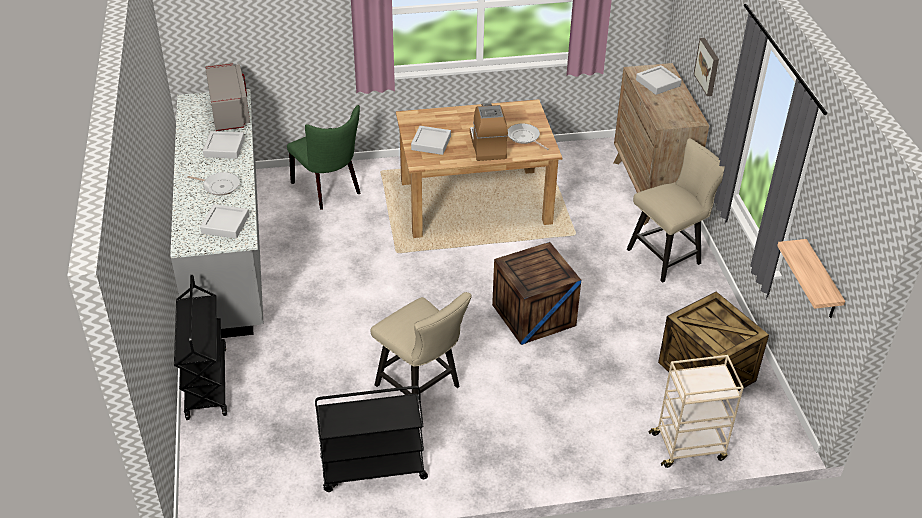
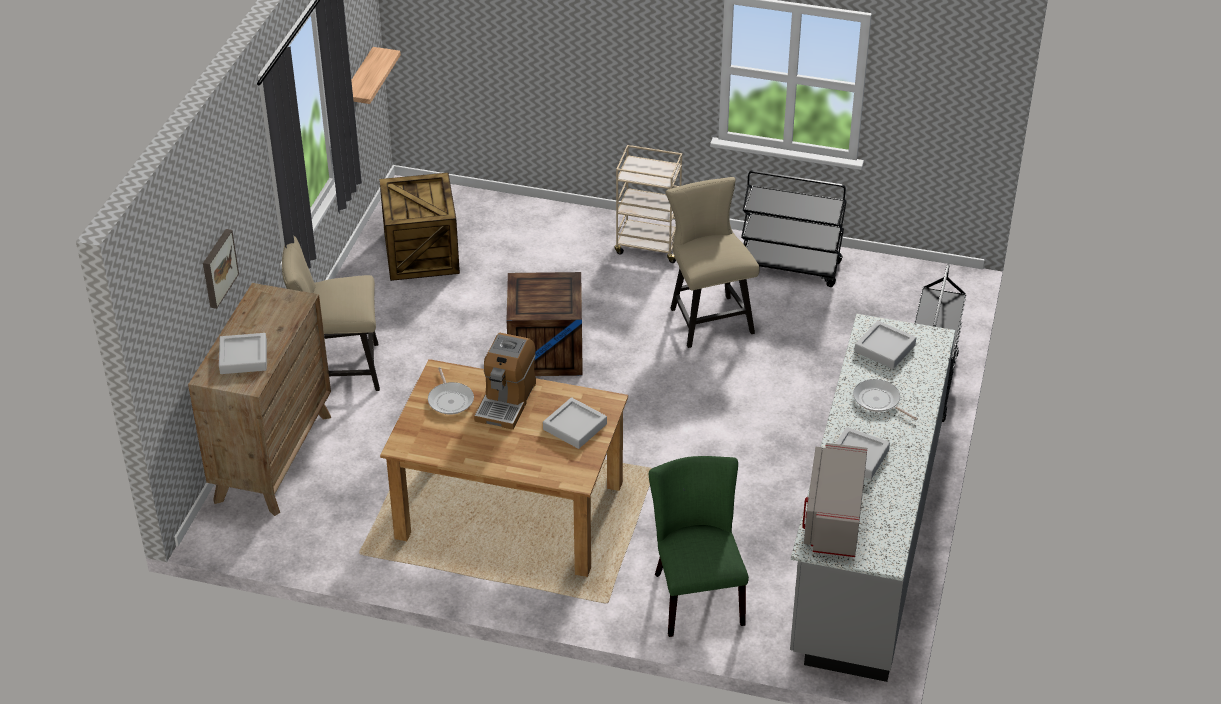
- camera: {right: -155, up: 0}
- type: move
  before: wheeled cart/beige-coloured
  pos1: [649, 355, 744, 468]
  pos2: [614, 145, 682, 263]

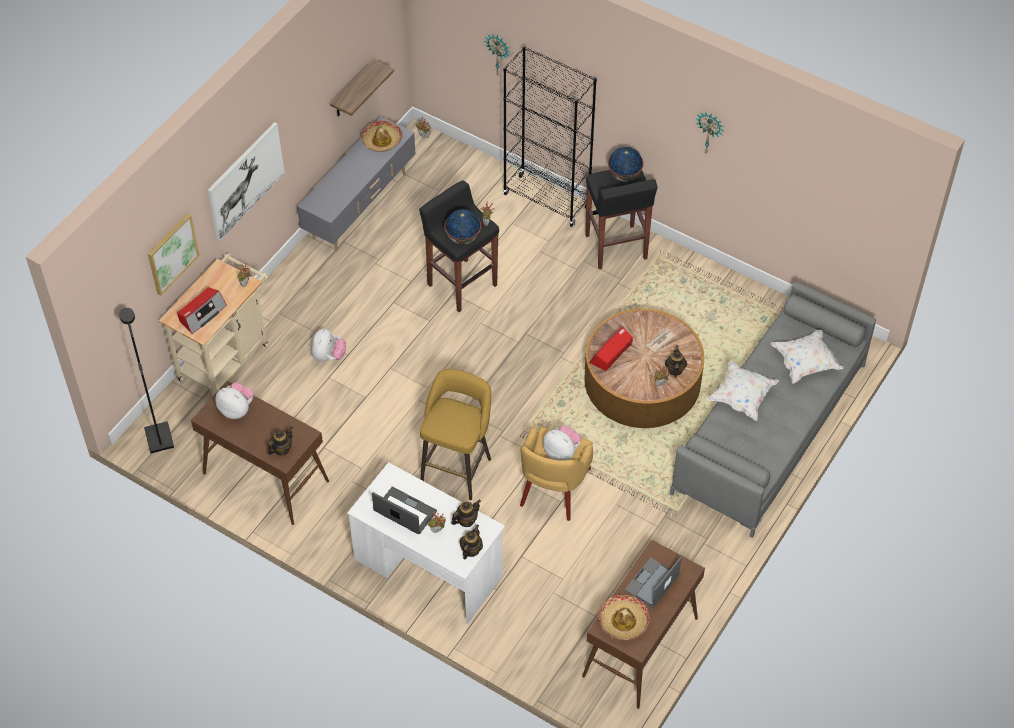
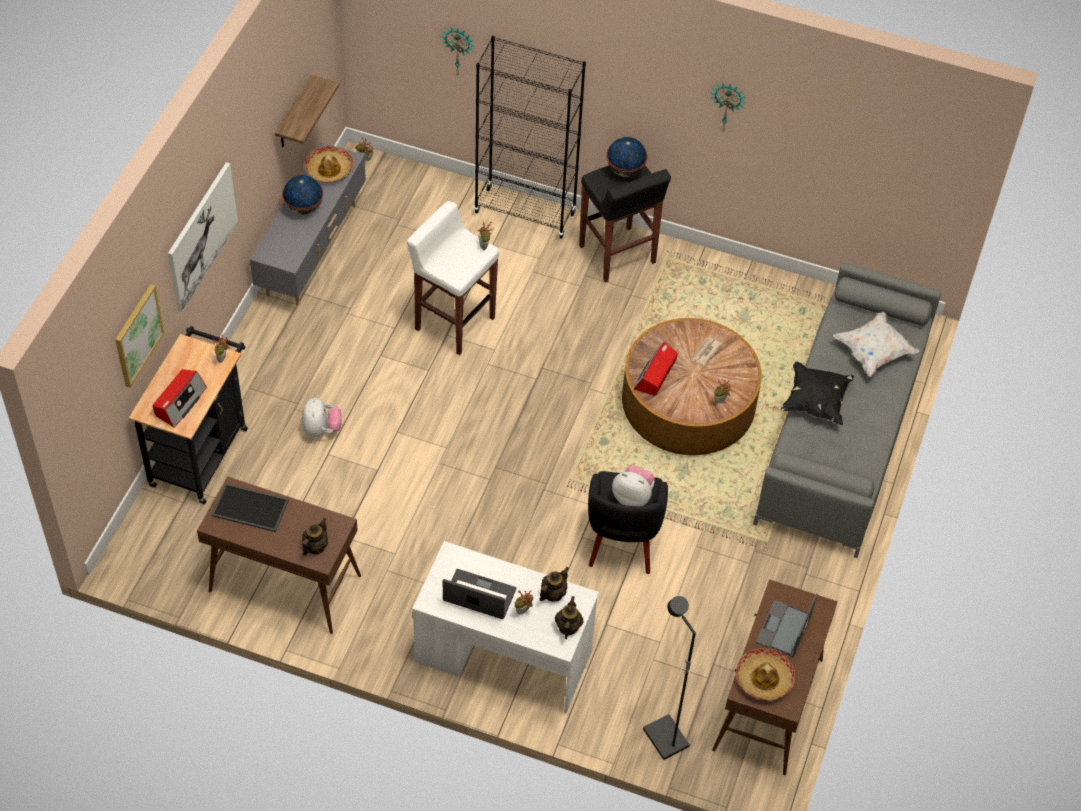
- camera: {right: -15, up: 0}
- type: delete
  before: stool seat/yellow-coloured
  pos1: [420, 369, 491, 500]
- type: delete
  before: teapot
  pos1: [665, 345, 687, 378]
- type: move
  before: standing lamp/black
  pos1: [119, 308, 174, 453]
  pos2: [643, 596, 696, 760]
- type: move
  before: desk globe
  pos1: [444, 209, 481, 244]
  pos2: [282, 175, 323, 215]
- type: replace
  before: cuddly toy
  after: tray
  pos1: [215, 382, 254, 419]
  pos2: [212, 483, 289, 532]
- type: recolor
  before: wheeled cart/beige-coloured
  after: wheeled cart/black
  pos1: [159, 254, 269, 395]
  pos2: [129, 326, 248, 504]
- type: recolor
  before: stool seat/black
  after: stool seat/whitish
  pos1: [419, 180, 499, 312]
  pos2: [407, 201, 499, 355]
- type: recolor
  before: armchair/yellow-coloured
  after: armchair/black
  pos1: [520, 427, 593, 521]
  pos2: [588, 471, 668, 574]
- type: recolor
  before: pillow/whitish
  after: pillow/black
  pos1: [707, 361, 779, 421]
  pos2: [781, 362, 854, 425]

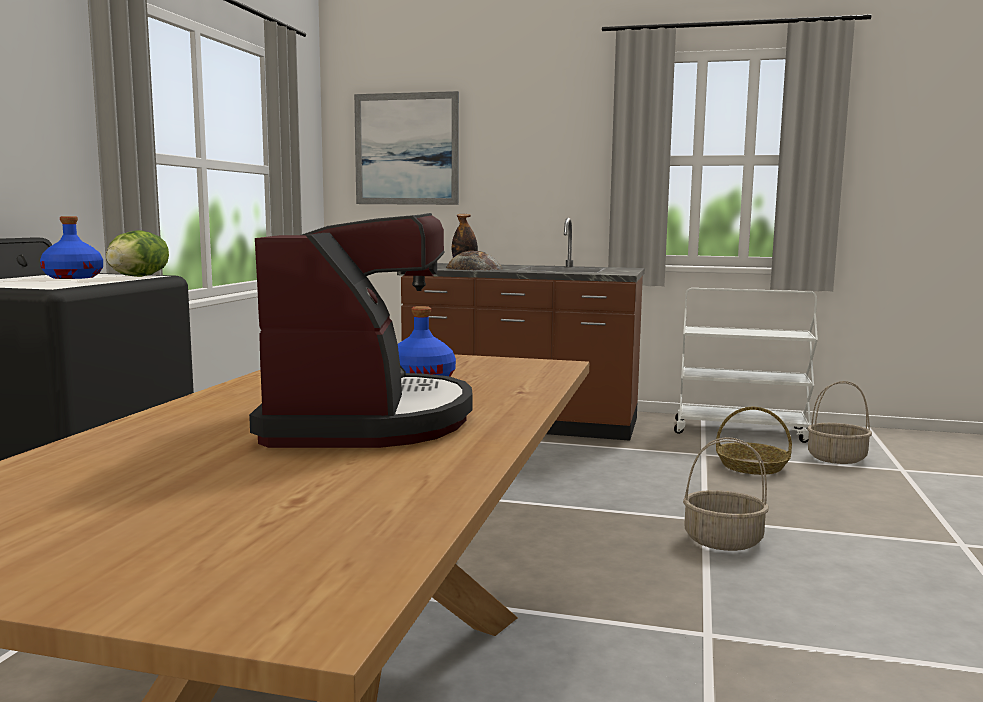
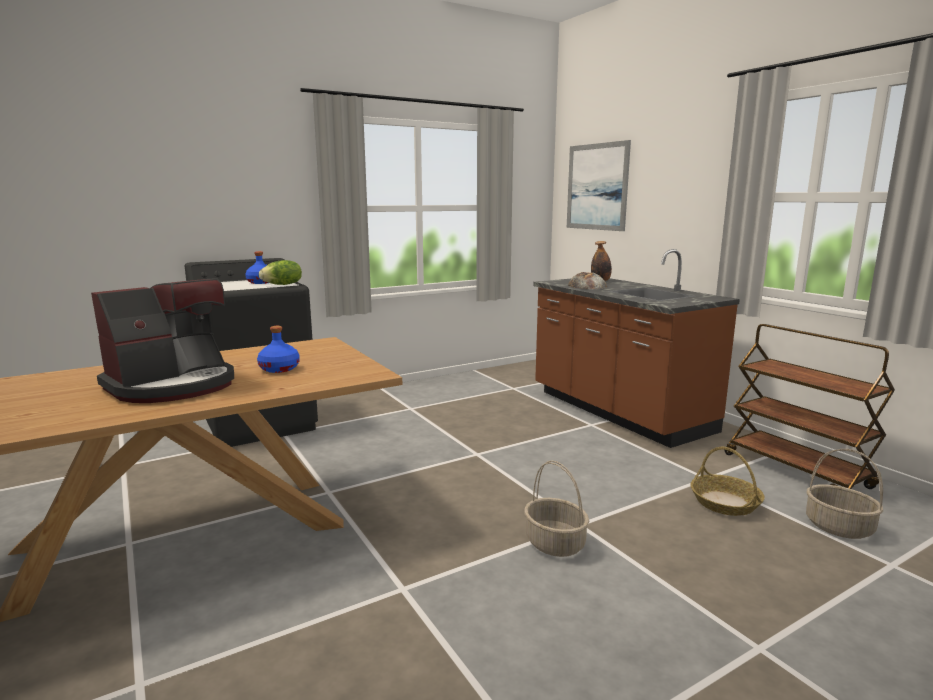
- camera: {right: 45, up: 5}
- type: recolor
  before: wheeled cart/whitish
  after: wheeled cart/brown
  pos1: [674, 288, 818, 443]
  pos2: [724, 324, 895, 489]

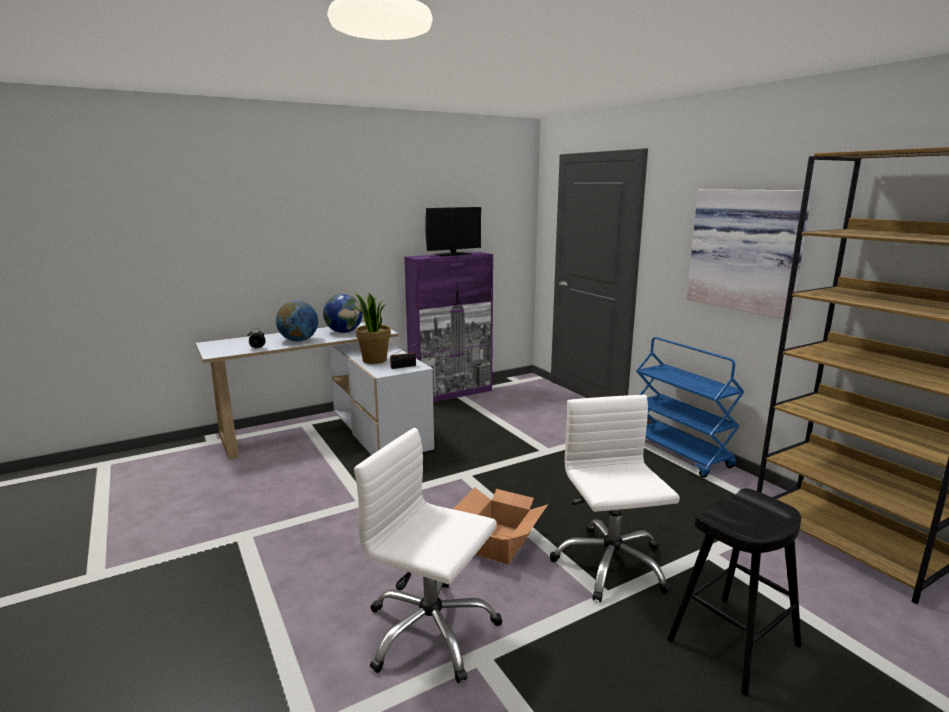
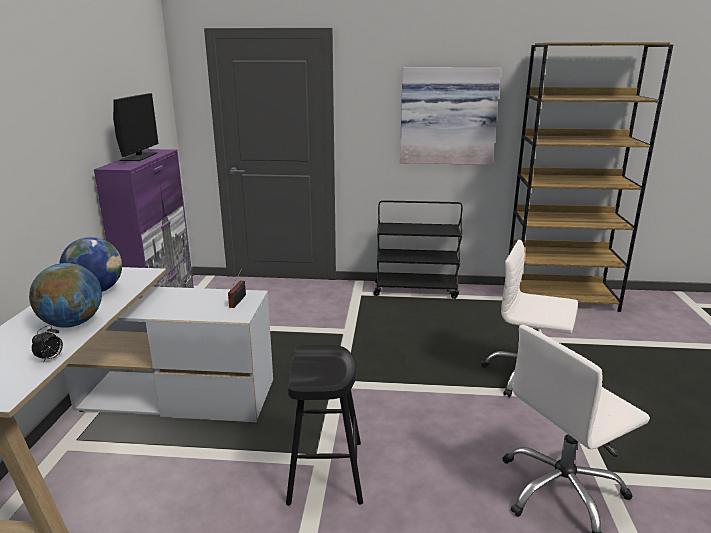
- camera: {right: -55, up: 5}
- type: delete
  before: houseplant
  pos1: [351, 292, 391, 364]
- type: delete
  before: packing box
  pos1: [454, 487, 548, 565]
- type: move
  before: stool seat/black
  pos1: [667, 488, 801, 696]
  pos2: [286, 345, 363, 506]
- type: recolor
  before: wheeled cart/blue-coloured
  after: wheeled cart/black
  pos1: [636, 337, 745, 478]
  pos2: [373, 200, 463, 299]

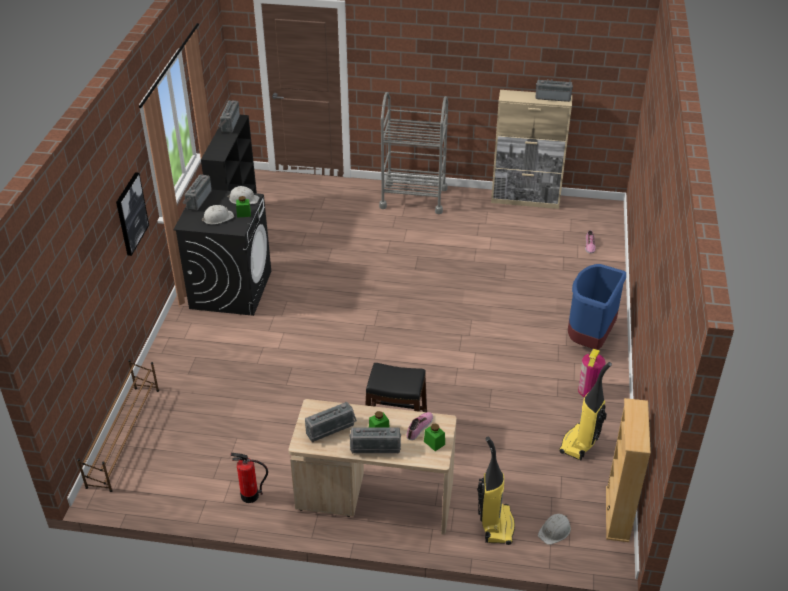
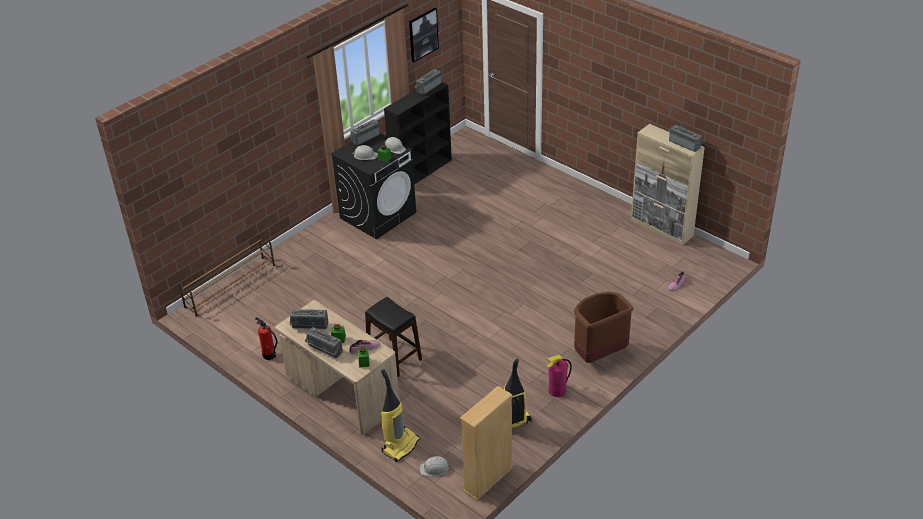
- camera: {right: 35, up: 0}
- type: delete
  before: wheeled cart/gray
  pos1: [379, 92, 448, 214]
- type: move
  before: wall picture
  pos1: [116, 172, 149, 256]
  pos2: [409, 8, 439, 62]
- type: recolor
  before: trash can/blue-coloured
  after: trash can/brown
  pos1: [568, 264, 626, 350]
  pos2: [574, 292, 634, 363]

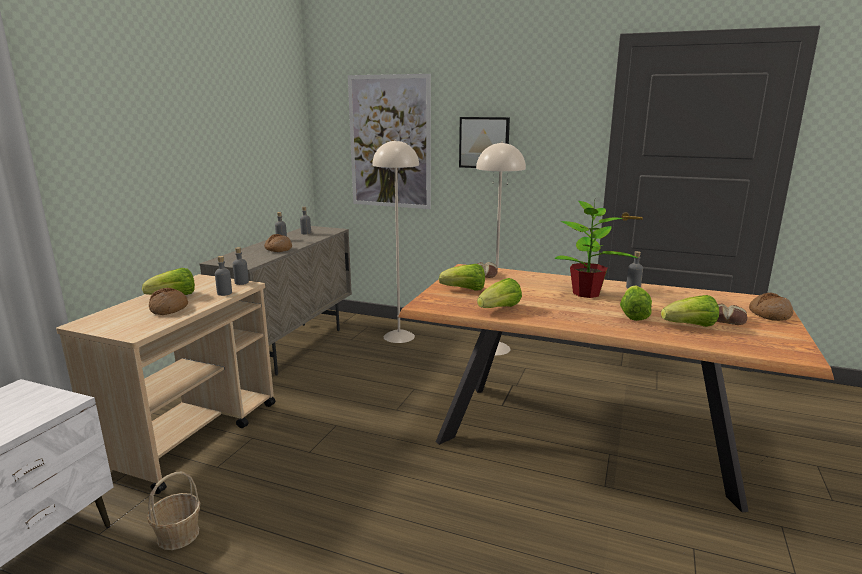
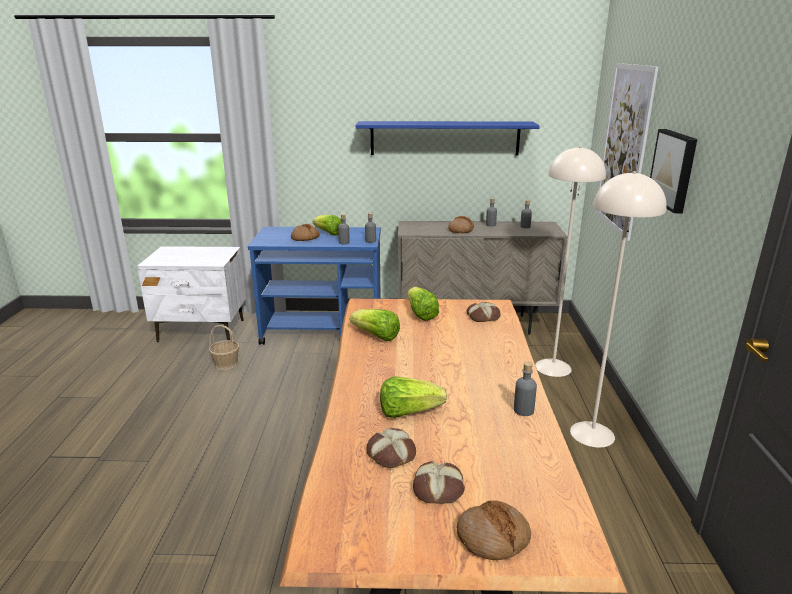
- camera: {right: 70, up: 5}
- type: delete
  before: houseplant
  pos1: [555, 201, 637, 298]
- type: insert
  after: wall shelf/blue-coloured
  pos2: [356, 121, 540, 155]
- type: replace
  before: lettuce
  after: baked bread
  pos1: [661, 295, 719, 327]
  pos2: [366, 428, 416, 468]
- type: recolor
  before: wheeled cart/beige-coloured
  after: wheeled cart/blue-coloured
  pos1: [56, 274, 276, 494]
  pos2: [248, 227, 381, 345]

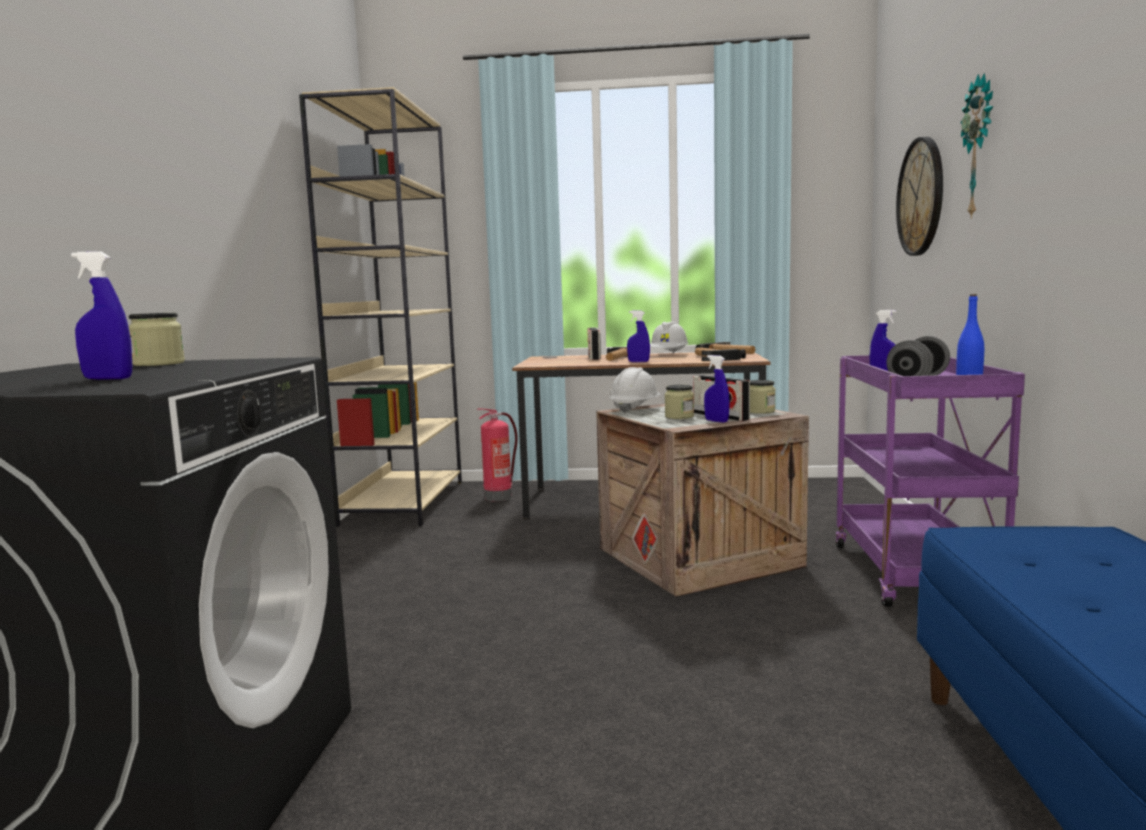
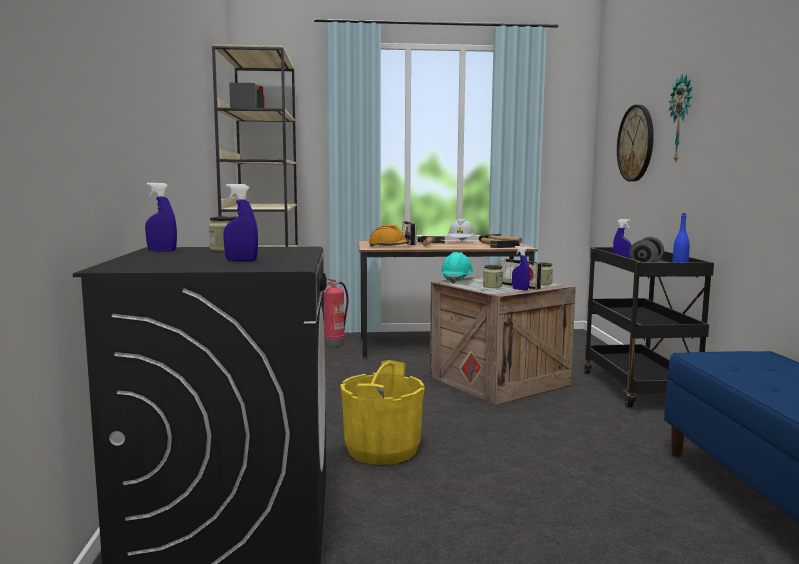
- camera: {right: -10, up: 0}
- type: insert
  after: bucket/yellow-coloured
  pos2: [340, 360, 425, 465]
- type: insert
  after: hard hat/orangey
  pos2: [369, 225, 412, 247]
- type: move
  before: sprayer/blue-coloured
  pos1: [627, 311, 650, 362]
  pos2: [145, 182, 177, 252]
- type: recolor
  before: hard hat/whitish
  after: hard hat/turquoise
  pos1: [609, 367, 660, 414]
  pos2: [440, 252, 474, 284]
- type: recolor
  before: wheeled cart/purple
  after: wheeled cart/black
  pos1: [835, 355, 1025, 607]
  pos2: [584, 247, 714, 407]

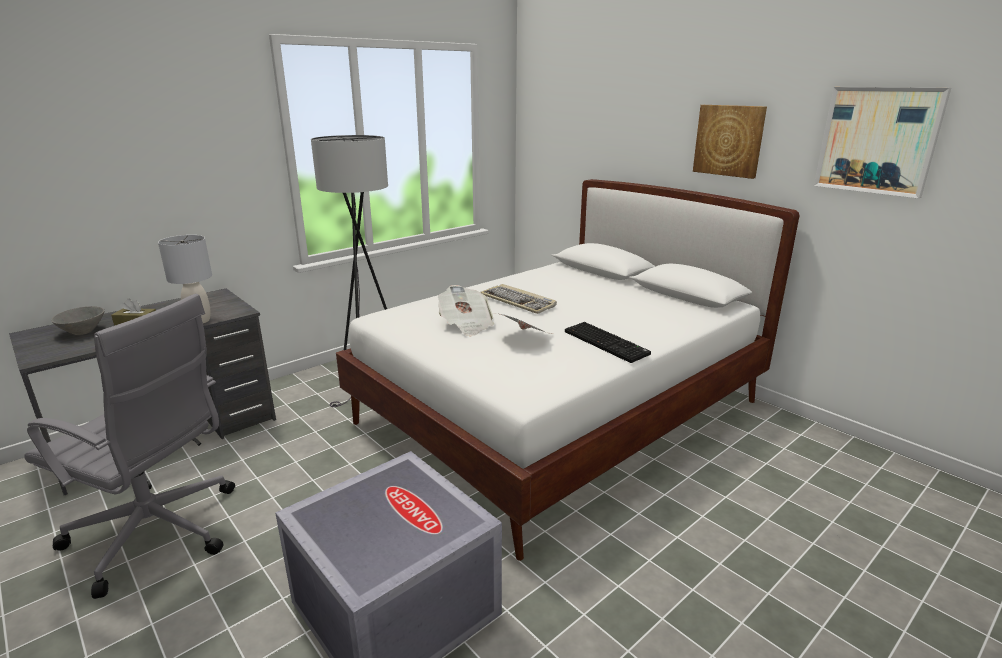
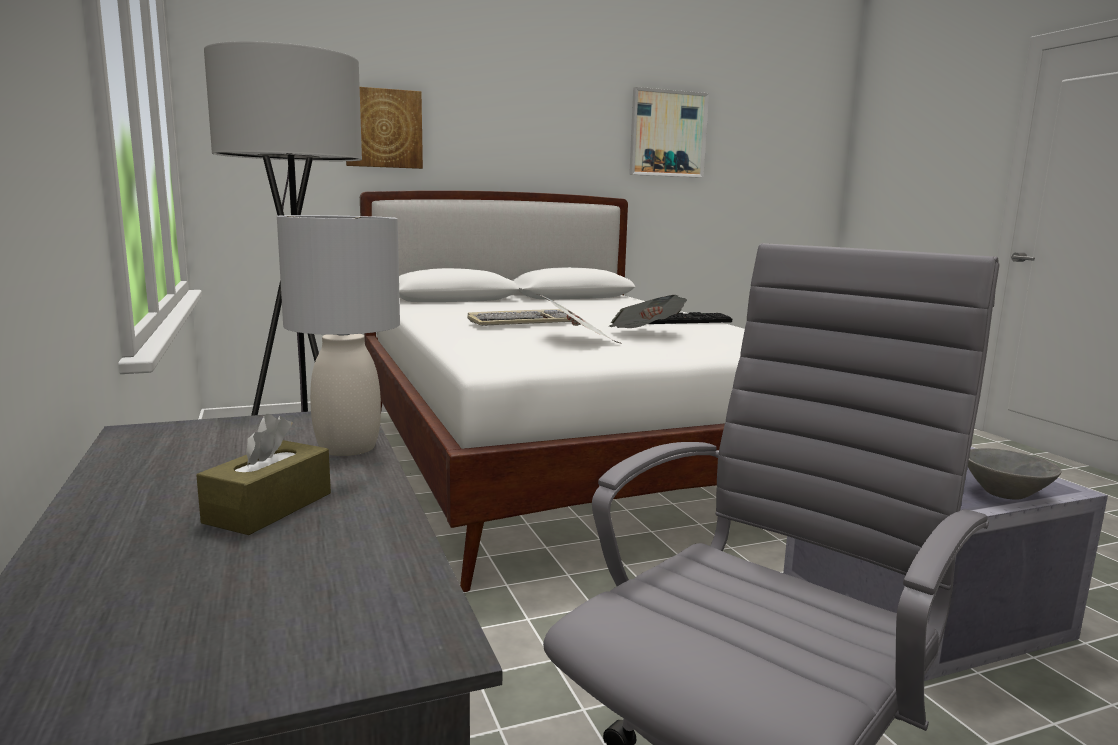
- camera: {right: -70, up: -10}
- type: move
  before: serving bowl/gray
  pos1: [51, 306, 104, 335]
  pos2: [968, 448, 1062, 500]
- type: move
  before: wall picture
  pos1: [693, 105, 767, 179]
  pos2: [346, 87, 423, 169]

